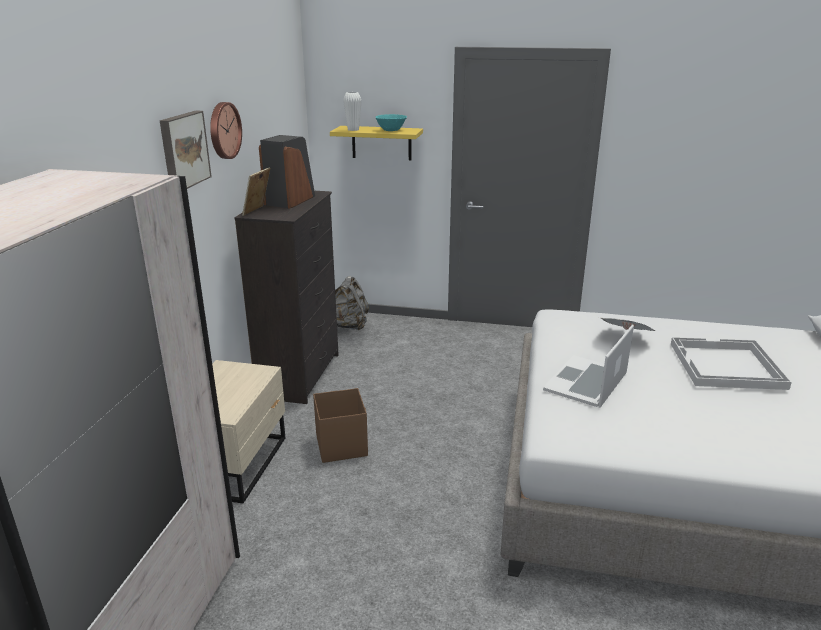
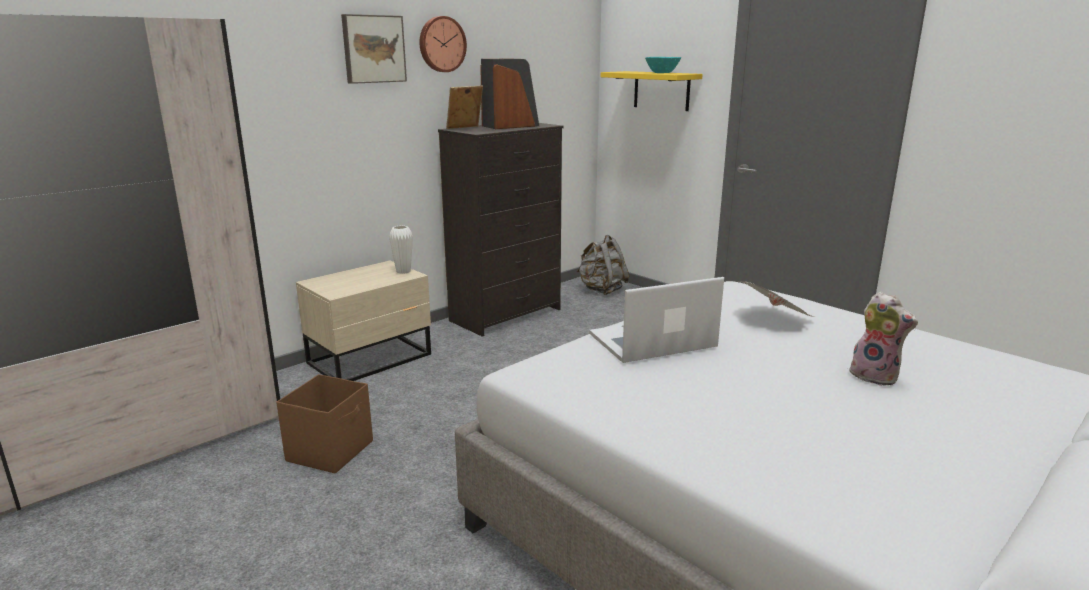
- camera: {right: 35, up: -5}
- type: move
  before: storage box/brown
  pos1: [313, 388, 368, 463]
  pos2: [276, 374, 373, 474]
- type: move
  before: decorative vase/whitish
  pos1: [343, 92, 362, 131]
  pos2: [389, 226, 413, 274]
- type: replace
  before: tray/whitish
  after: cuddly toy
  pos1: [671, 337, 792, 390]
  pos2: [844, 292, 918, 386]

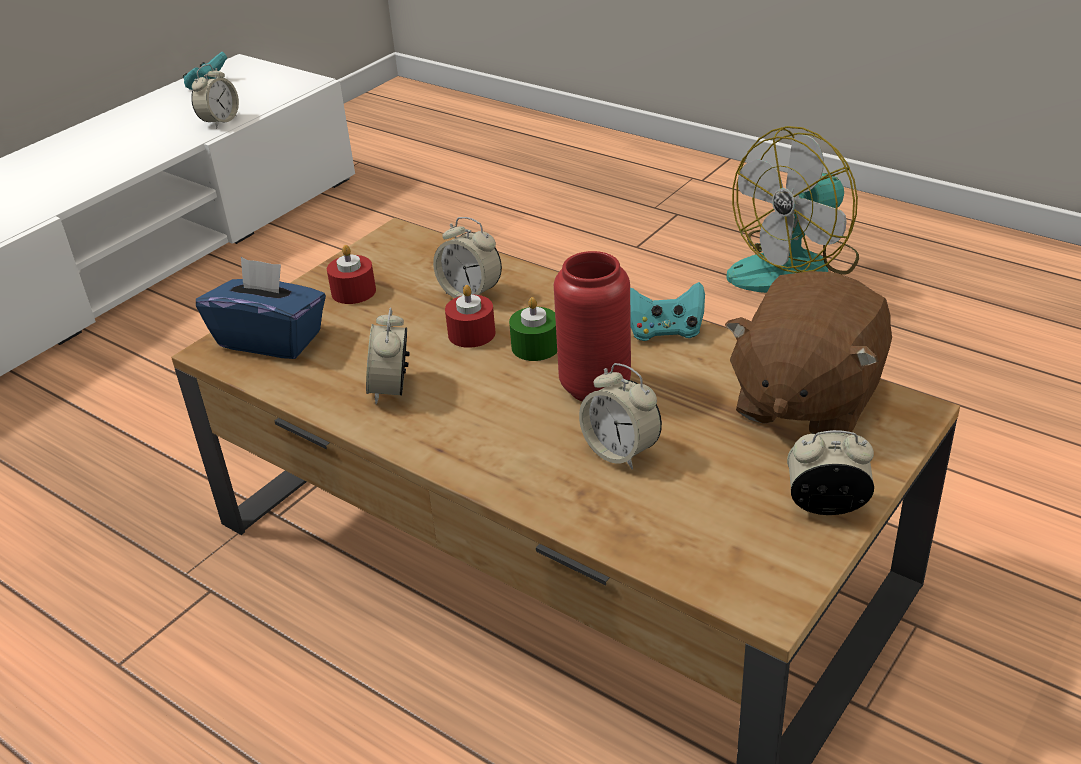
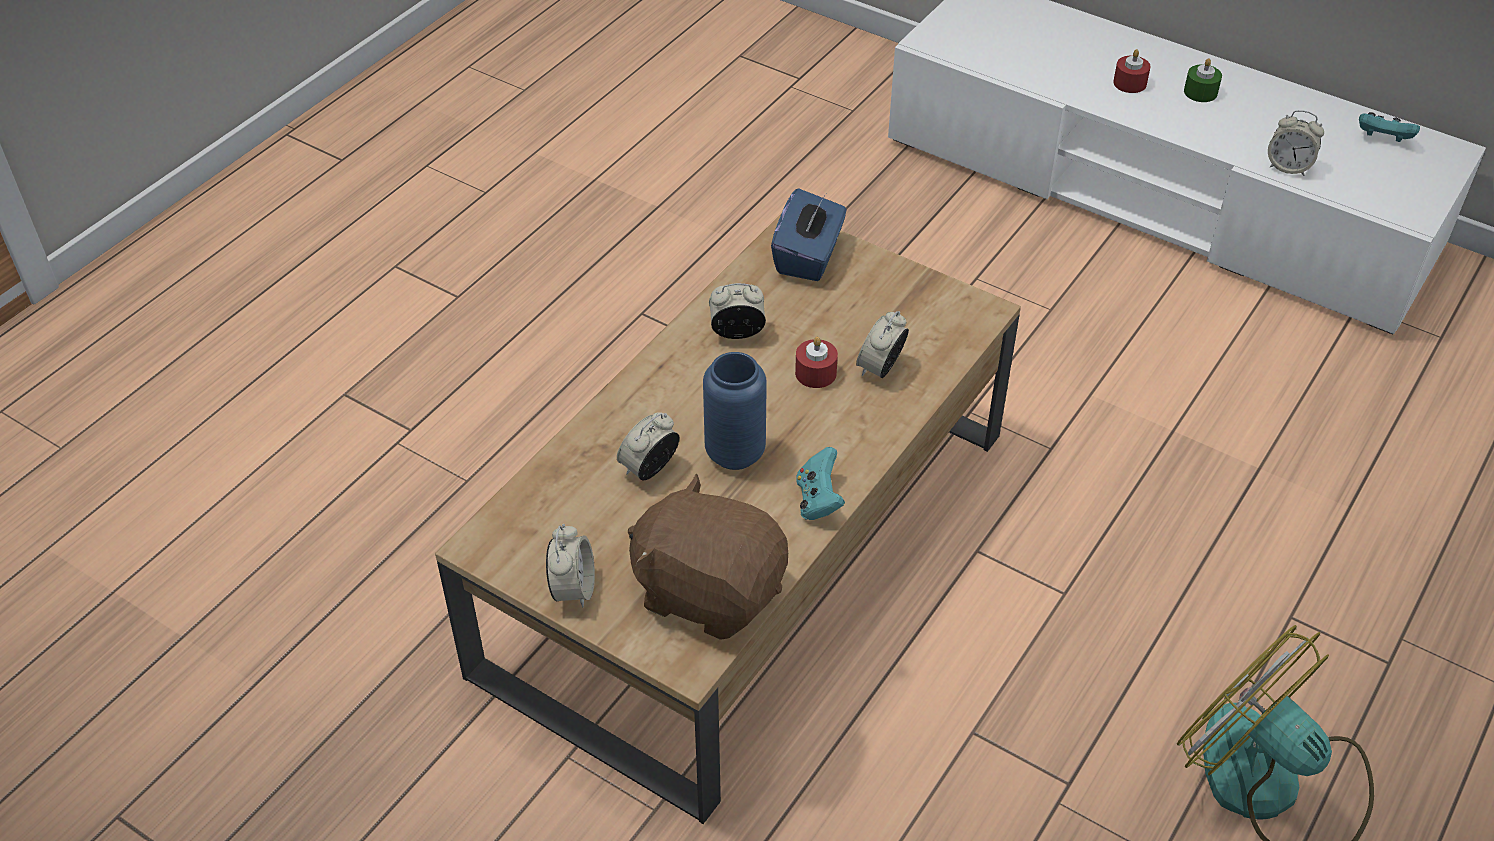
- camera: {right: 85, up: 10}
- type: move
  before: wax light/red-coloured
  pos1: [327, 245, 376, 304]
  pos2: [1113, 49, 1151, 93]
- type: move
  before: wax light/greenish
  pos1: [509, 297, 557, 361]
  pos2: [1184, 58, 1222, 102]
- type: recolor
  before: decorative vase/red-coloured
  after: decorative vase/blue-coloured
  pos1: [554, 251, 631, 401]
  pos2: [703, 352, 767, 470]

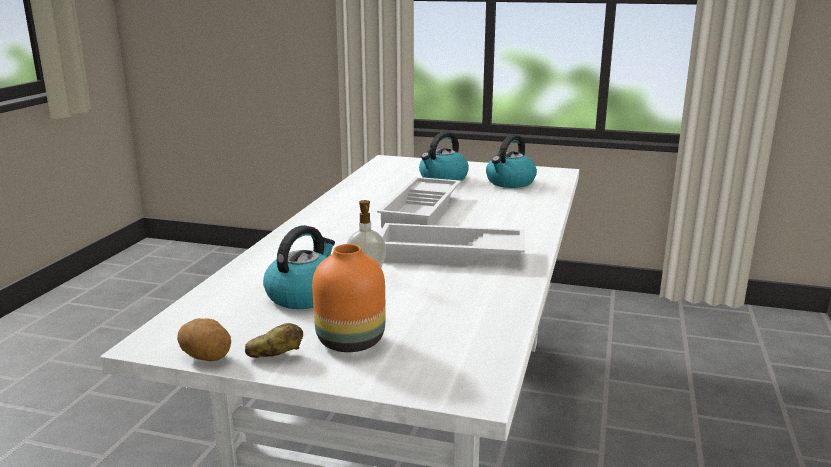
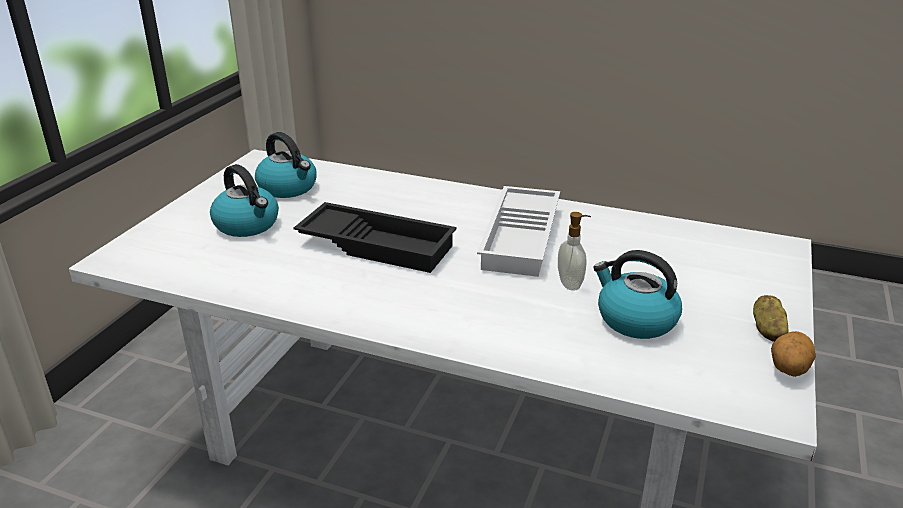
- camera: {right: -85, up: 10}
- type: delete
  before: decorative vase/orangey
  pos1: [312, 244, 386, 352]
- type: recolor
  before: tray/whitish
  after: tray/black
  pos1: [377, 177, 461, 228]
  pos2: [293, 202, 457, 273]

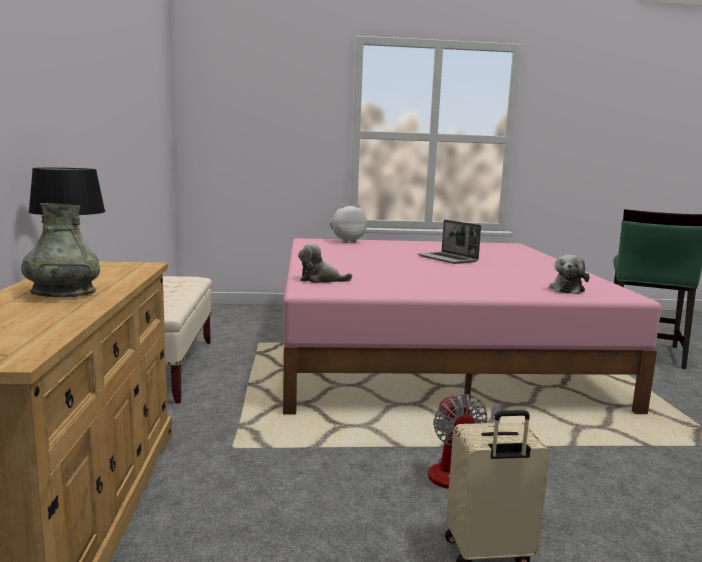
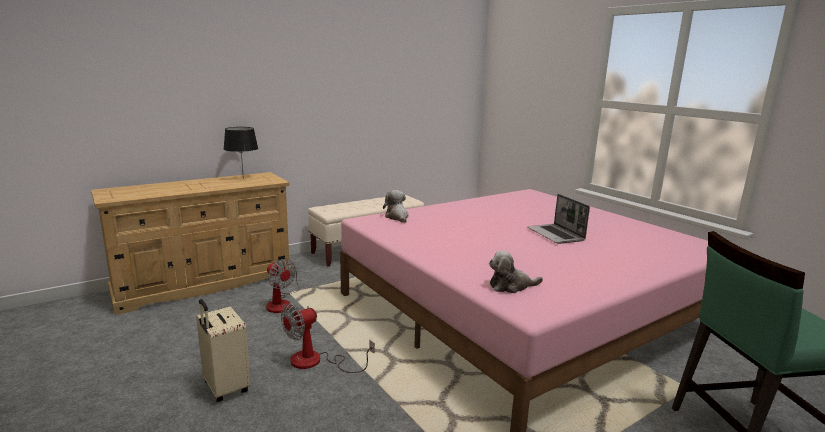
- camera: {right: 60, up: 5}
- type: delete
  before: decorative vase/gray
  pos1: [21, 203, 100, 297]
- type: delete
  before: cuddly toy
  pos1: [330, 204, 367, 243]
- type: insert
  after: cooling fan
  pos2: [266, 259, 300, 313]
- type: rotate
  before: portable computer
  pos1: [418, 220, 481, 264]
  pos2: [527, 194, 590, 244]
  turn: -45

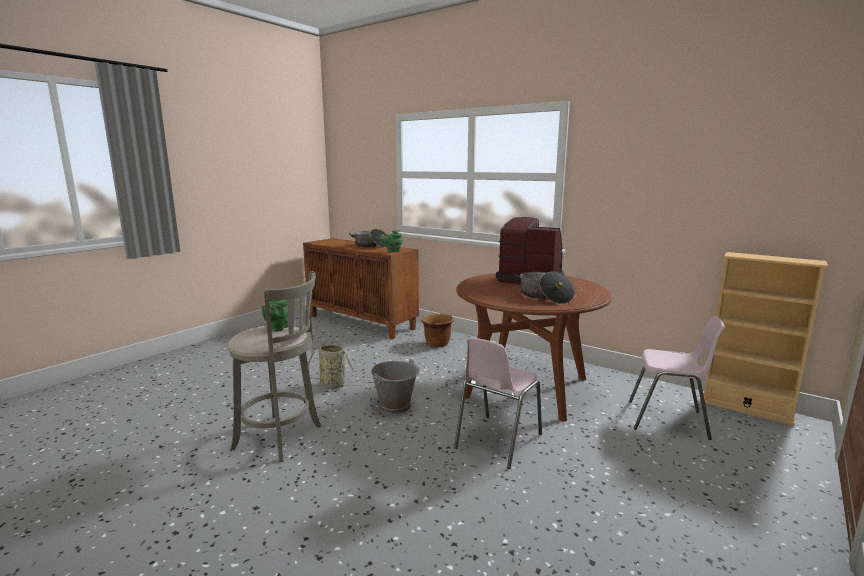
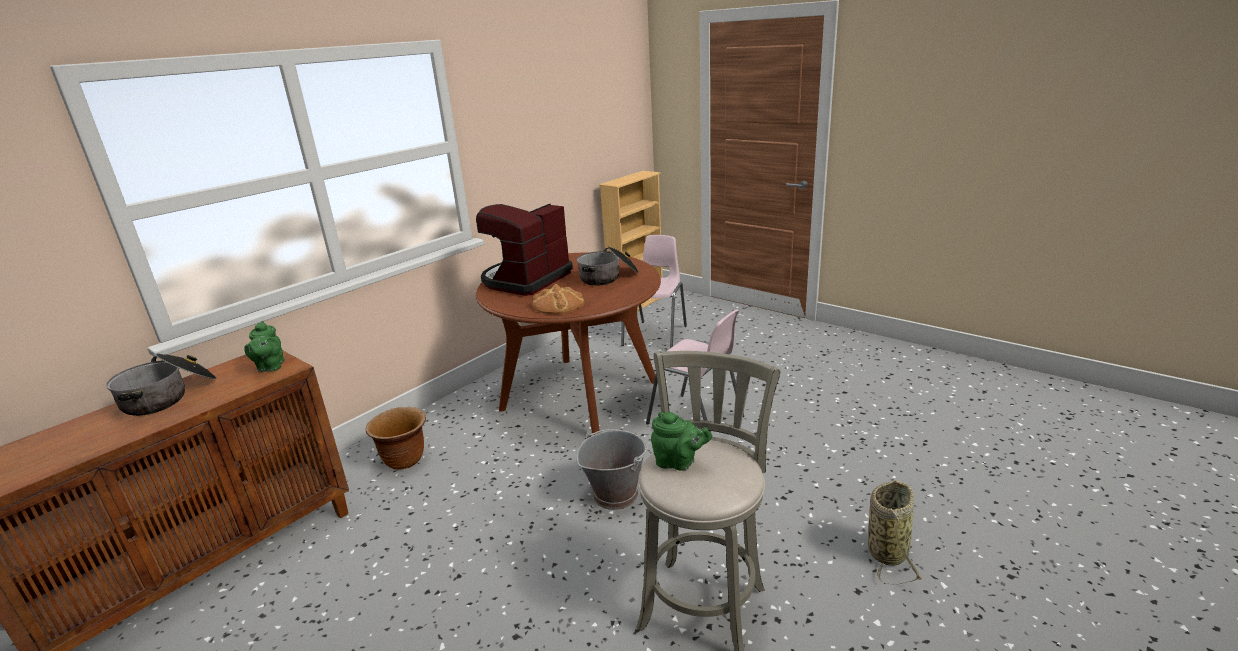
- camera: {right: -85, up: 10}
- type: insert
  after: baked bread
  pos2: [533, 284, 585, 314]
- type: move
  before: basket
  pos1: [308, 344, 369, 389]
  pos2: [868, 480, 922, 584]

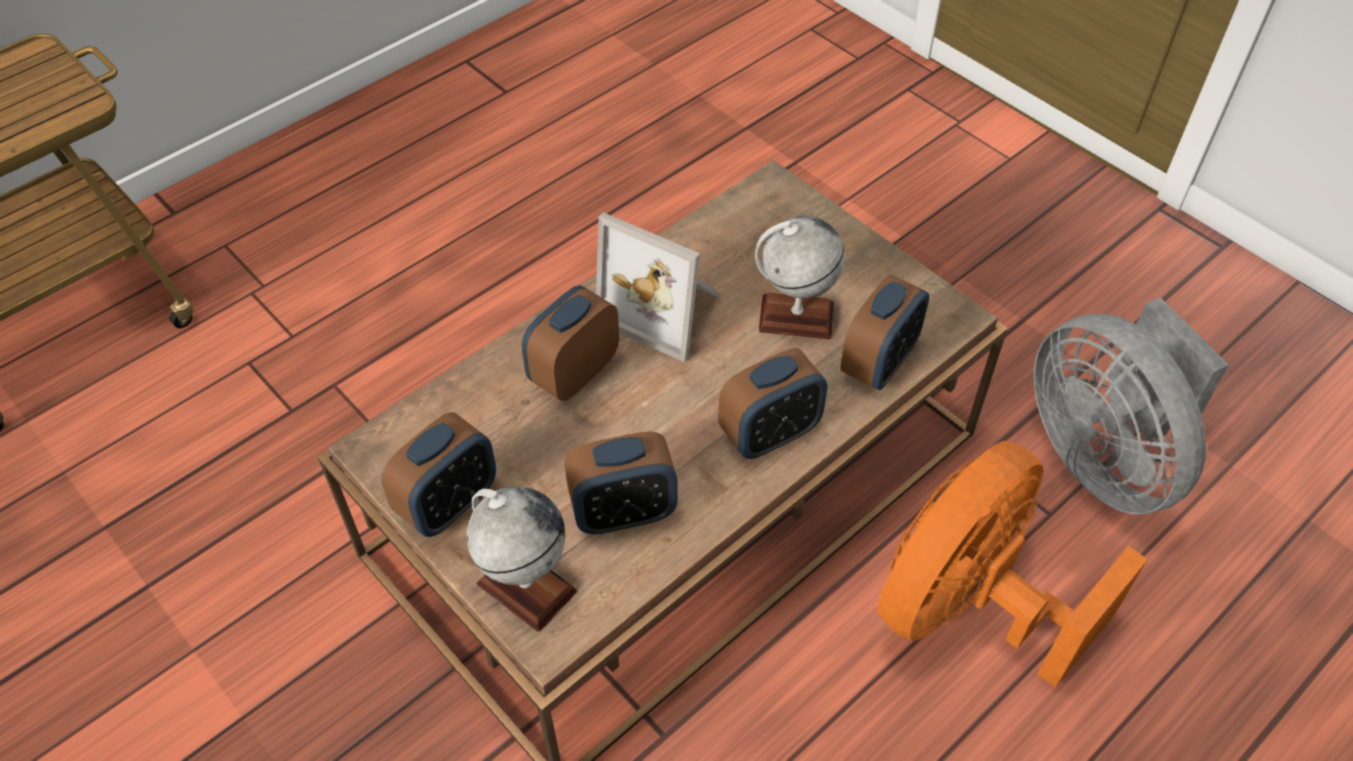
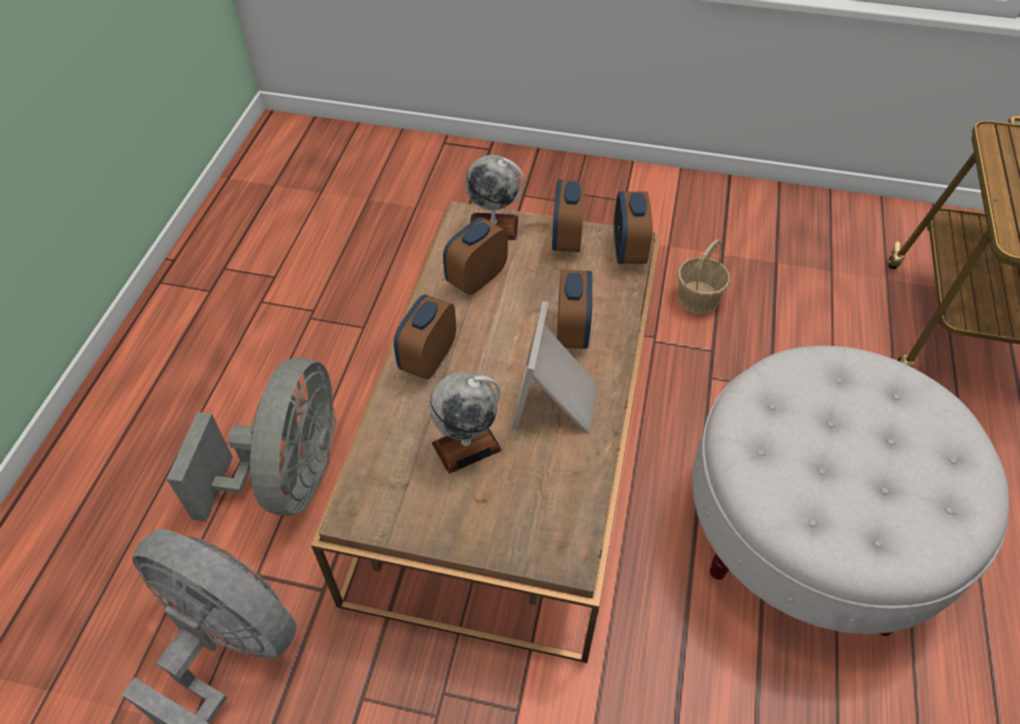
- camera: {right: 145, up: 0}
- type: insert
  after: basket
  pos2: [678, 239, 730, 314]
- type: insert
  after: pouffe/whitish
  pos2: [692, 346, 1009, 636]
- type: move
  before: alarm clock
  pos1: [840, 274, 929, 390]
  pos2: [614, 192, 653, 264]
- type: recolor
  before: cooling fan/orangey
  after: cooling fan/gray
  pos1: [877, 441, 1148, 688]
  pos2: [167, 358, 336, 522]
- type: rotate
  before: standing frame
  pos1: [596, 212, 722, 363]
  pos2: [511, 301, 597, 433]
  turn: -75

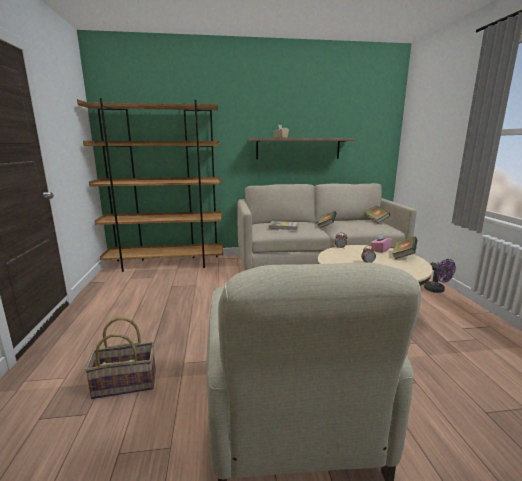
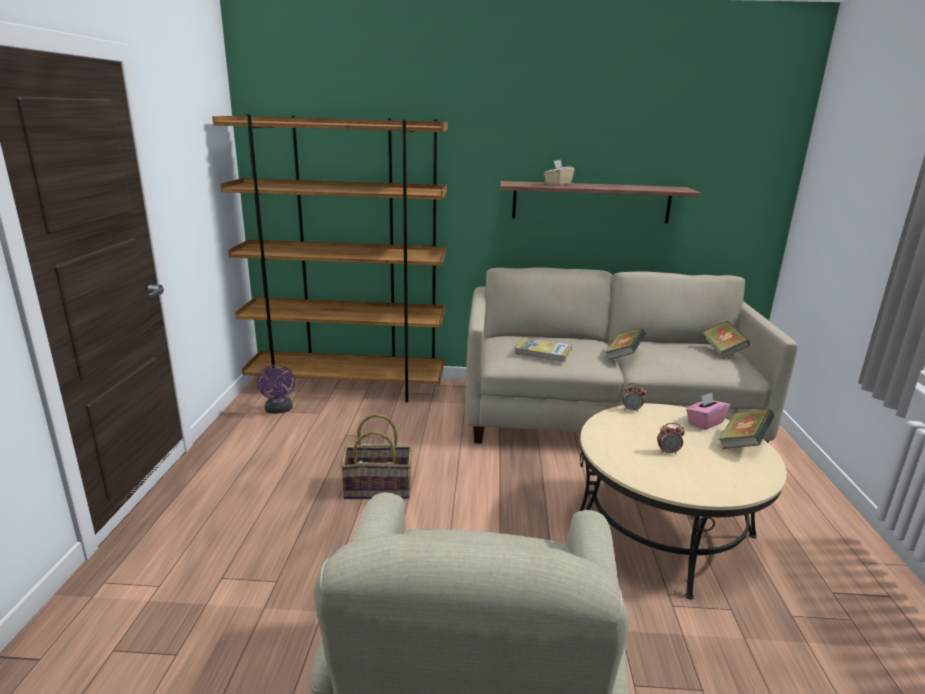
- camera: {right: 10, up: 5}
- type: move
  before: basket
  pos1: [85, 318, 156, 399]
  pos2: [340, 414, 412, 499]
- type: move
  before: cooling fan/purple
  pos1: [424, 259, 456, 293]
  pos2: [257, 365, 295, 414]

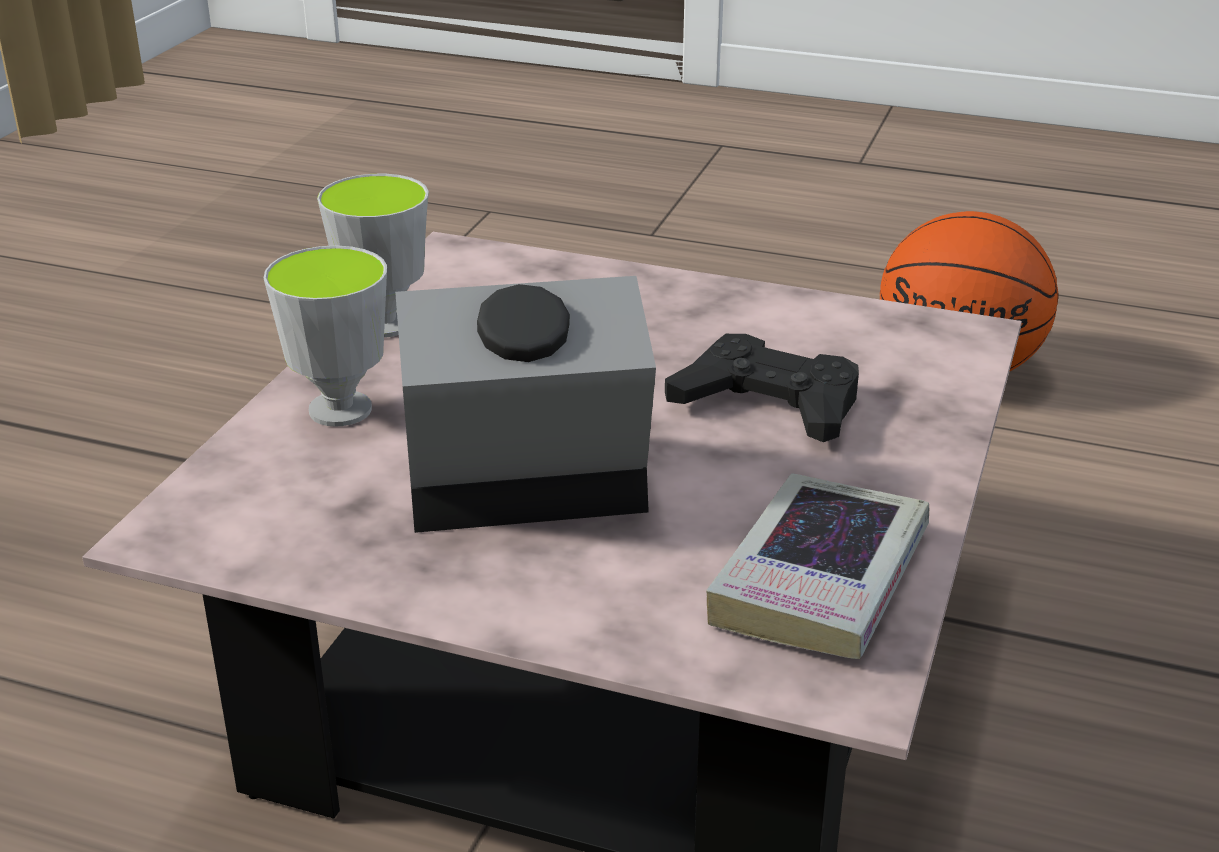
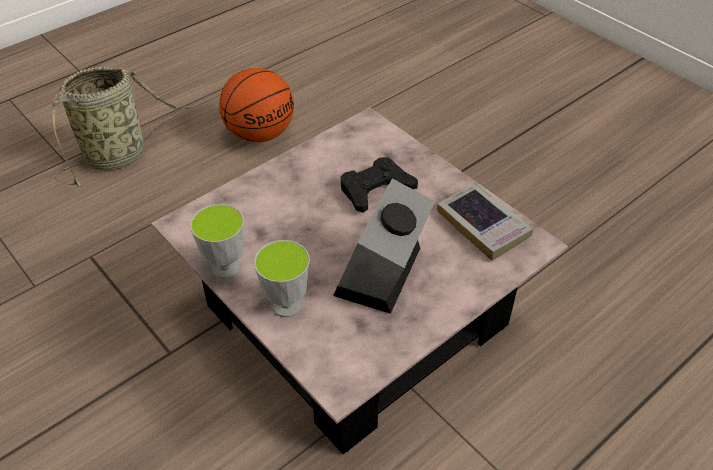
- camera: {right: -60, up: 15}
- type: insert
  after: basket
  pos2: [52, 67, 192, 187]

